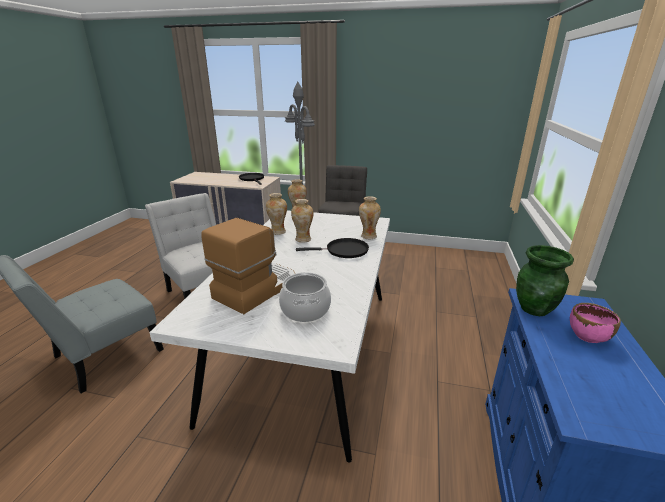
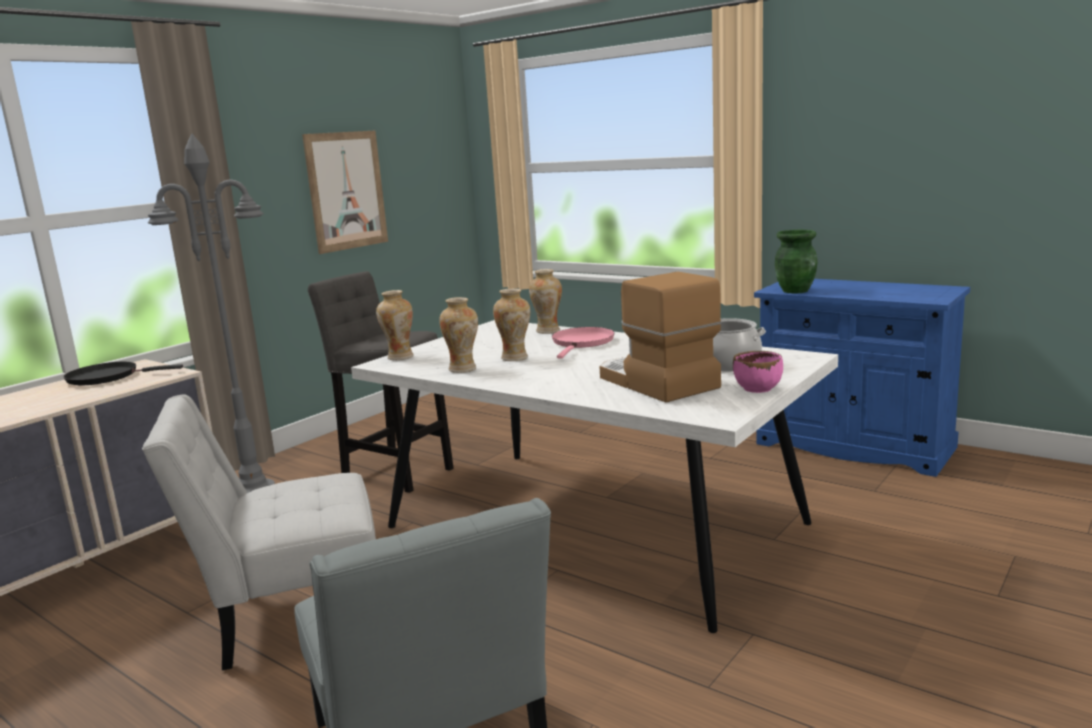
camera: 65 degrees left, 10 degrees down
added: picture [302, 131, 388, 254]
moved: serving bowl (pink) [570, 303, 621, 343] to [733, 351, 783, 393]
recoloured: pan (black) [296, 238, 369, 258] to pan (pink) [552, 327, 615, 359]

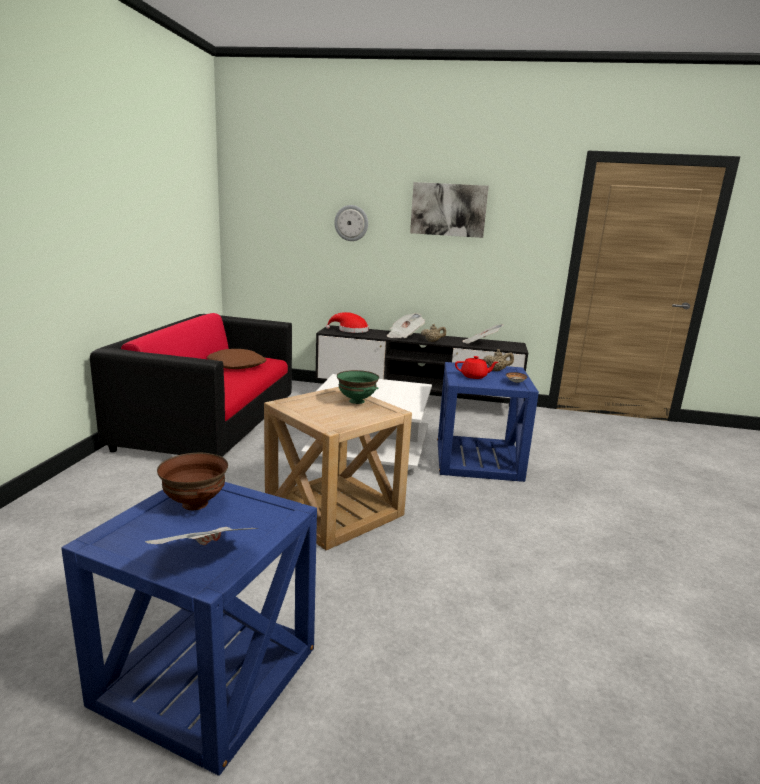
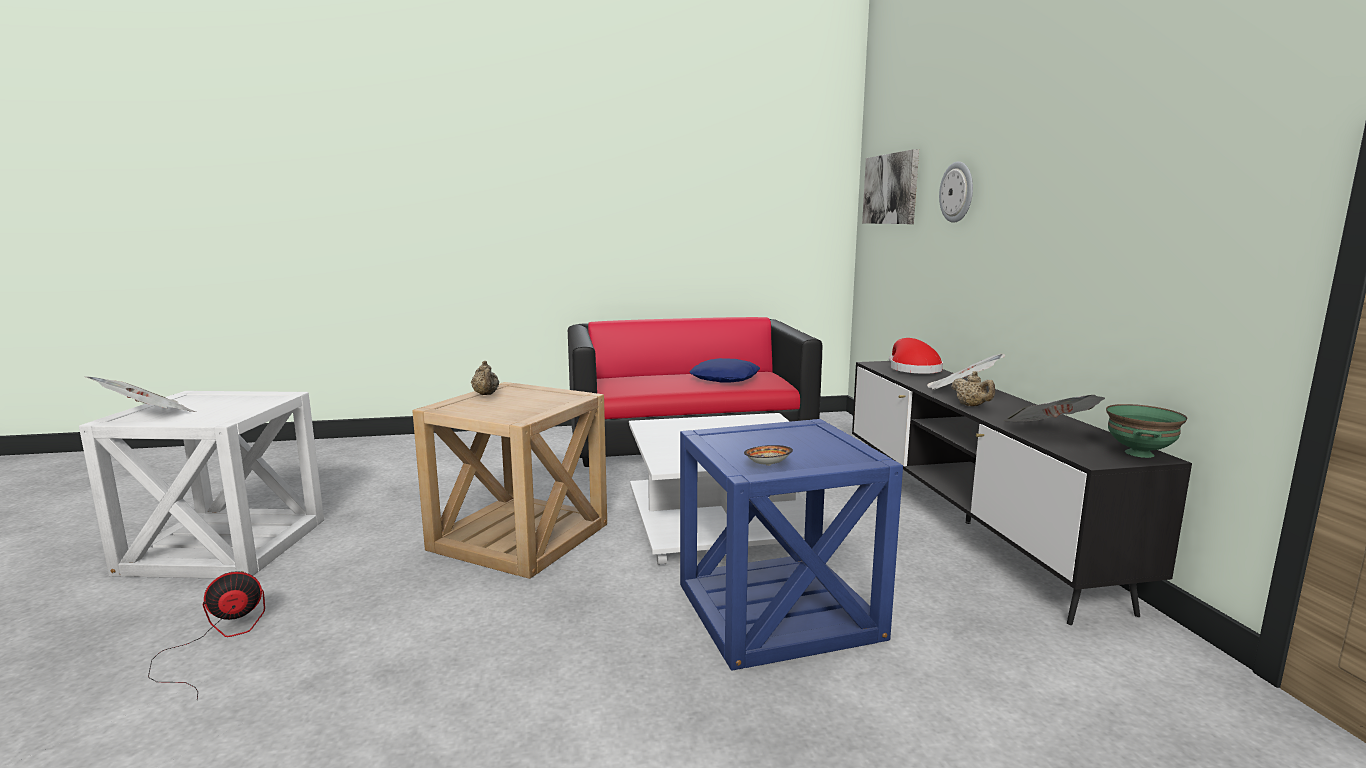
camera: 70 degrees right, 5 degrees down
removed: teapot (red) [455, 356, 498, 379]; serving bowl (brown-coloured) [157, 453, 228, 510]
added: cooling fan [148, 571, 265, 700]
moved: picture [410, 182, 489, 238] to [862, 149, 919, 224]; teapot (beige-coloured) [483, 349, 514, 371] to [471, 361, 499, 395]; serving bowl (green) [337, 370, 379, 404] to [1106, 404, 1187, 458]
recoloured: throw pillow (brown-coloured) [207, 349, 266, 369] to throw pillow (bluish) [690, 358, 760, 383]; end table (bluish) [61, 482, 317, 776] to end table (whitish) [79, 391, 324, 578]

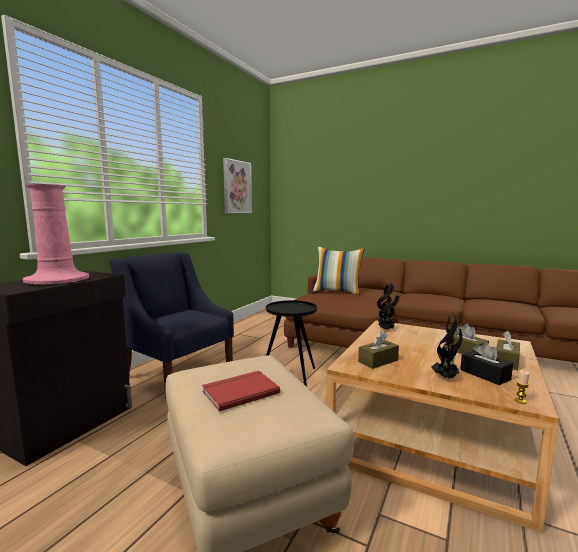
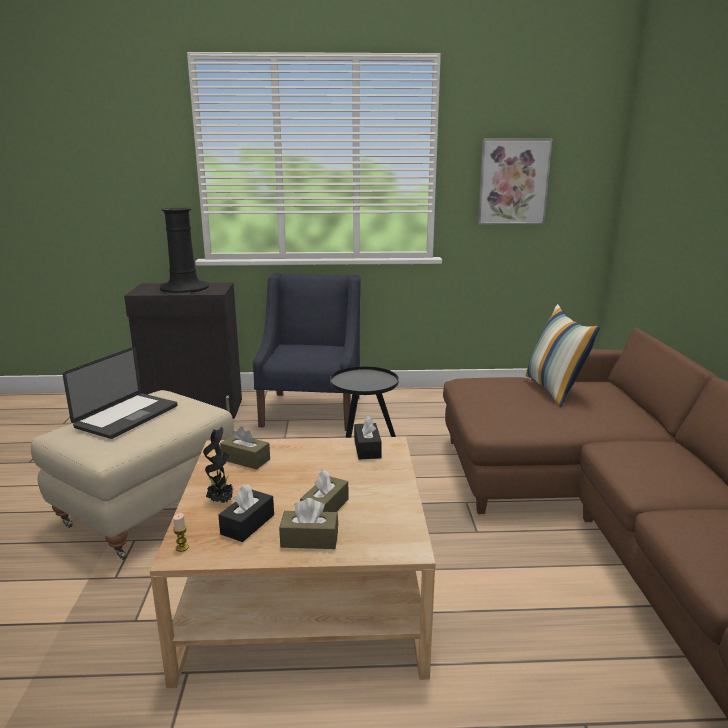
camera: 60 degrees right, 10 degrees up
replaced: houseplant [377, 283, 399, 330] to tissue box (black) [354, 415, 382, 460]; book (red) [202, 371, 280, 412] to portable computer [63, 347, 177, 439]
recoloured: vase (pink) [23, 184, 90, 285] to vase (black) [160, 208, 209, 294]

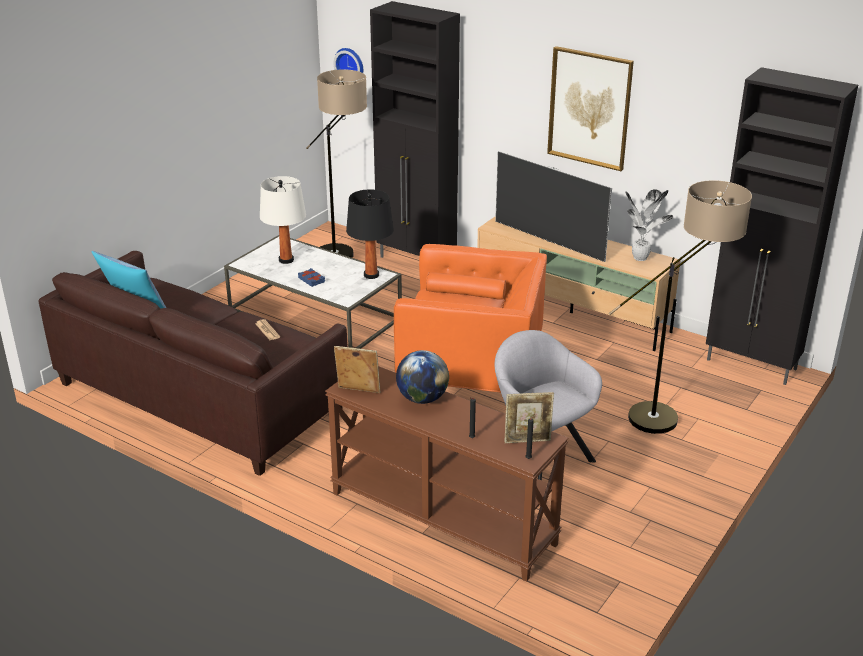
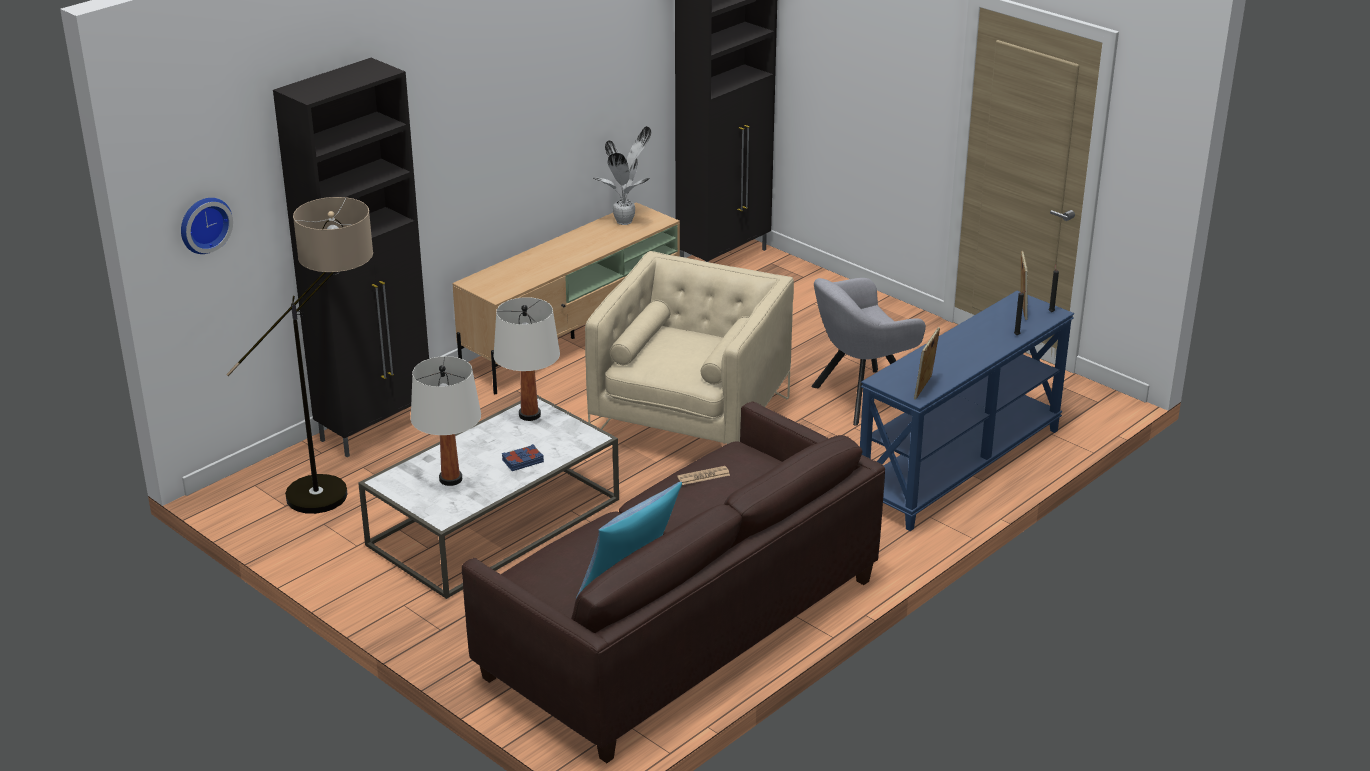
camera: 80 degrees left, 0 degrees up
removed: picture [547, 46, 634, 171]; TV set [495, 151, 612, 262]; standing lamp [609, 180, 752, 434]; globe [396, 350, 449, 404]
recoloured: table lamp (black) [346, 189, 394, 279] to table lamp (whitish) [493, 297, 560, 421]; easy chair (orange-coloured) [394, 244, 547, 393] to easy chair (beige-coloured) [585, 251, 794, 444]; hall table (brown-coloured) [325, 366, 568, 582] to hall table (bluish) [860, 291, 1074, 531]

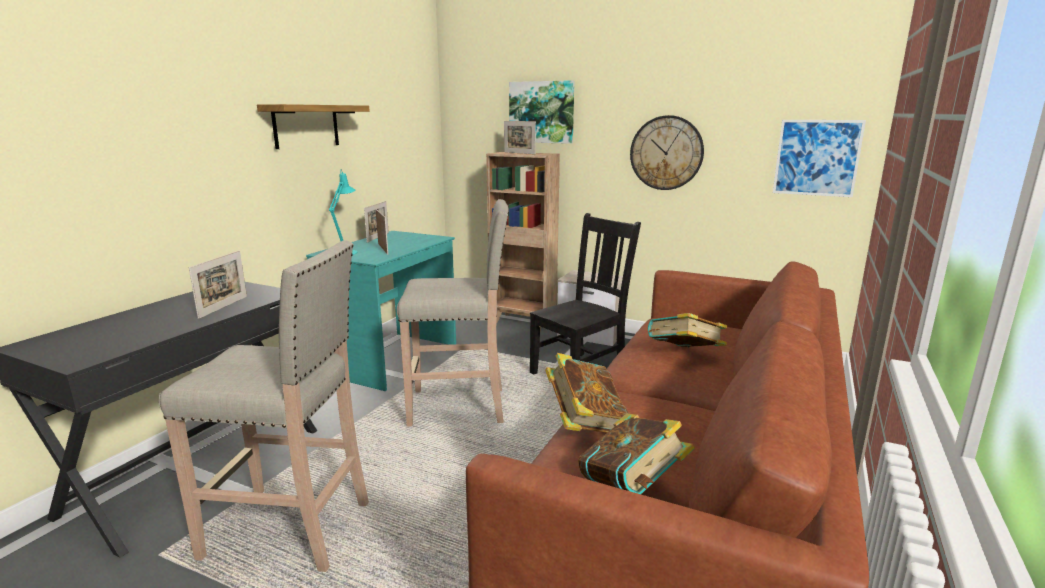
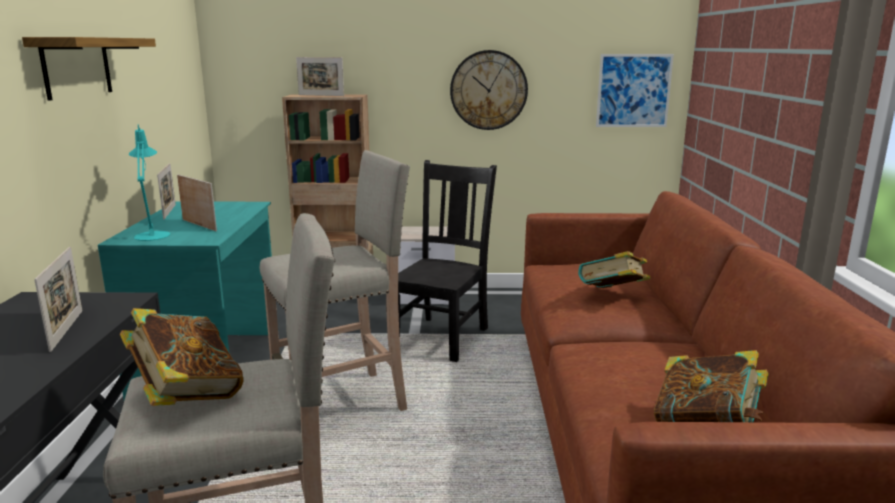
camera: 25 degrees left, 0 degrees up
removed: picture [509, 80, 574, 144]
moved: book [545, 353, 629, 433] to [120, 308, 243, 406]

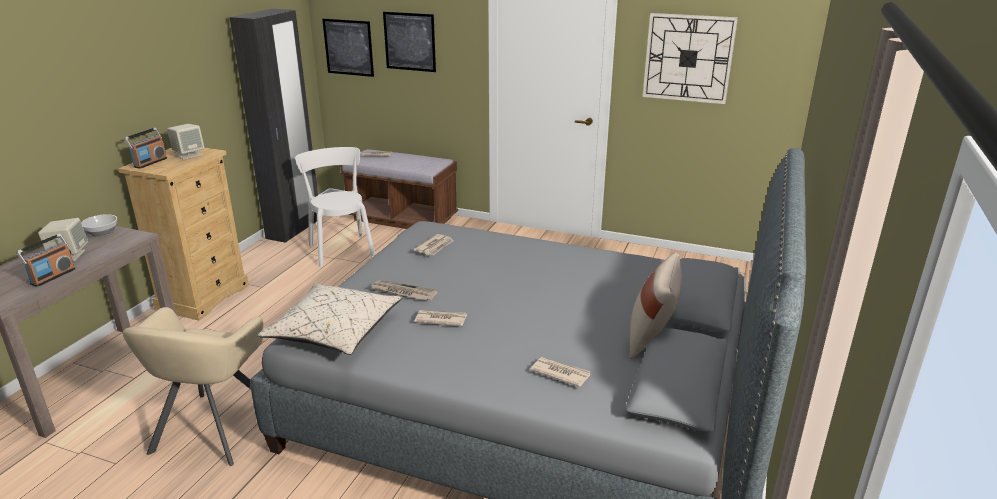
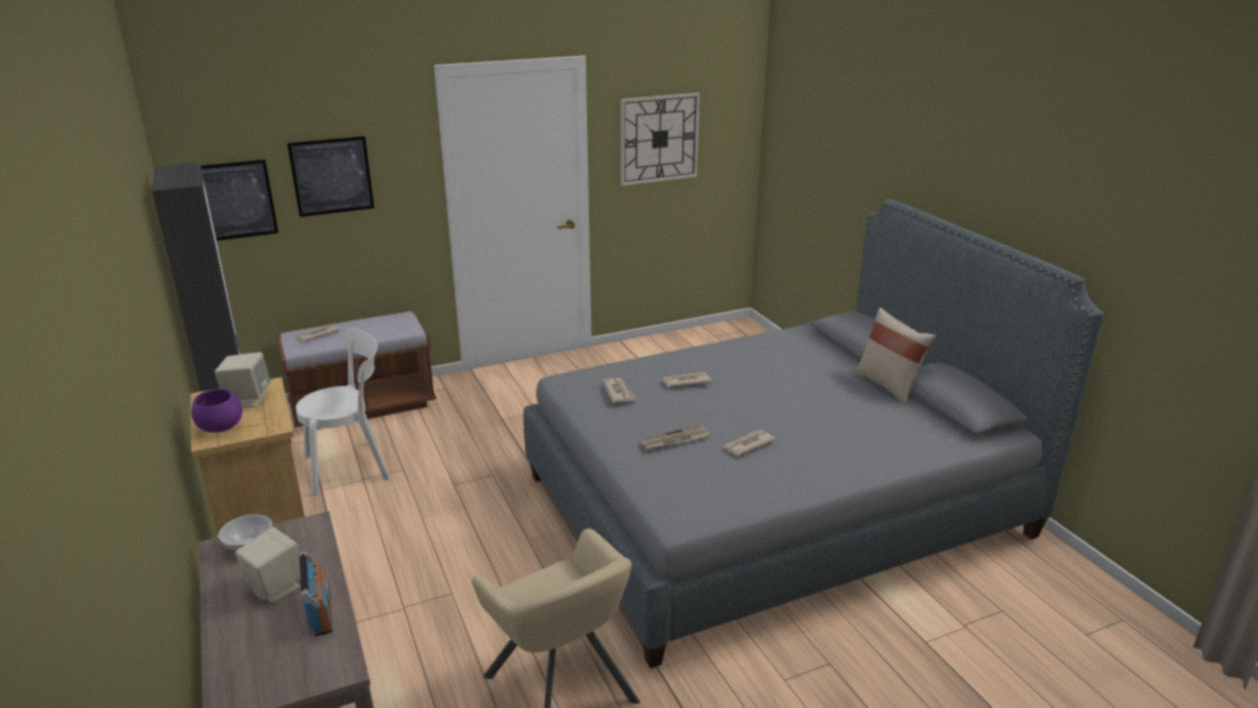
camera: 45 degrees left, 0 degrees up
removed: throw pillow (beige-coloured) [257, 283, 402, 355]
moved: newspaper [530, 357, 591, 387] to [662, 372, 711, 387]
replaced: radio [124, 128, 167, 169] to serving bowl (purple-coloured) [191, 389, 242, 432]
turned: chair (whitish) [295, 147, 375, 267] = [296, 328, 390, 496] 135 degrees clockwise

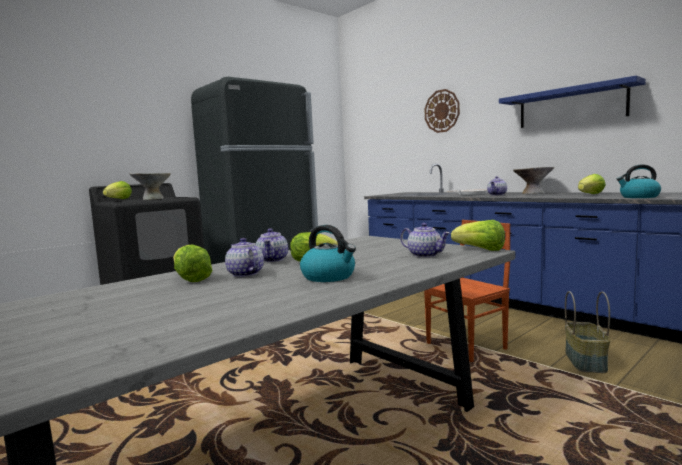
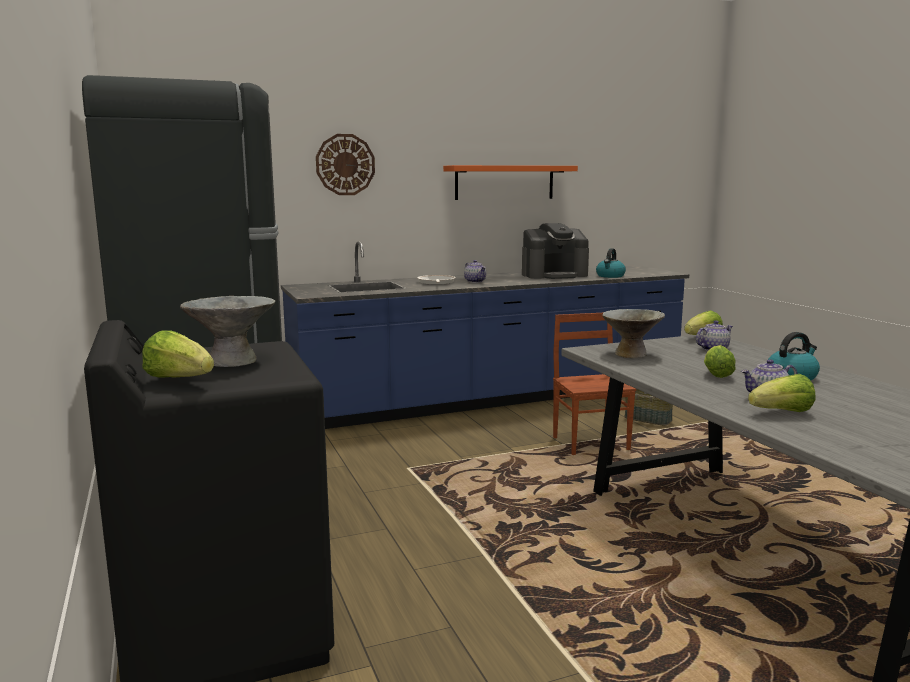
camera: 70 degrees left, 5 degrees up
removed: teapot [255, 228, 288, 262]
moved: serving bowl (greyish) [513, 167, 555, 194] to [602, 309, 665, 358]
replaced: lettuce head [578, 174, 606, 194] to coffee brewer [522, 223, 589, 279]
recoloured: wall shelf (bluish) [499, 75, 646, 128] to wall shelf (orange-coloured) [443, 165, 578, 200]

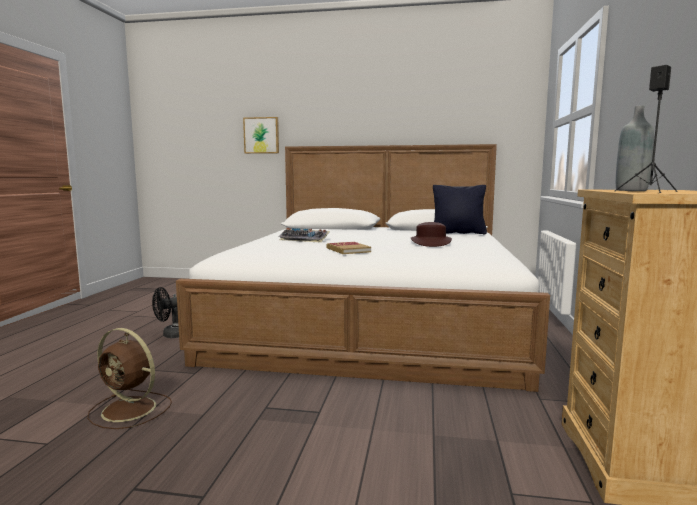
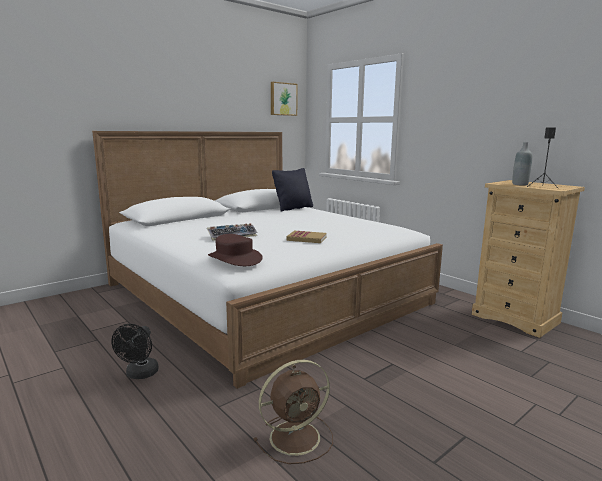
camera: 50 degrees left, 5 degrees up
moved: picture [243, 117, 279, 154] to [271, 82, 298, 116]; wearable hat (brown-coloured) [411, 222, 452, 247] to [208, 234, 263, 266]

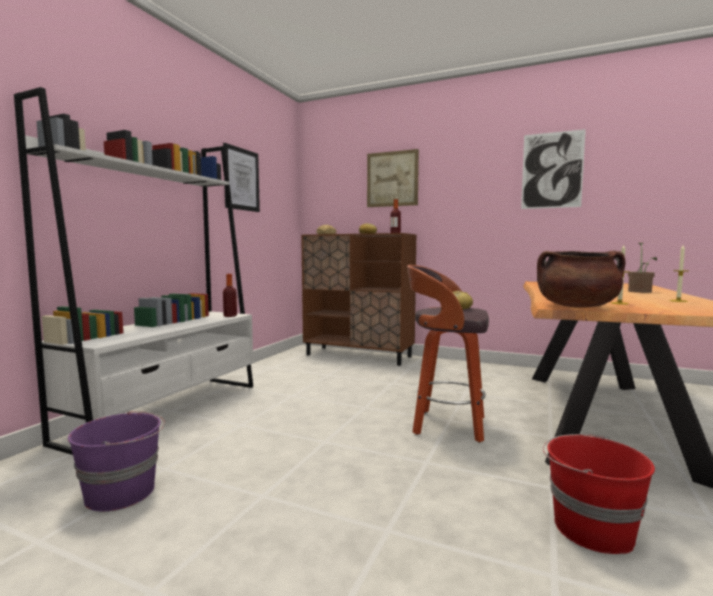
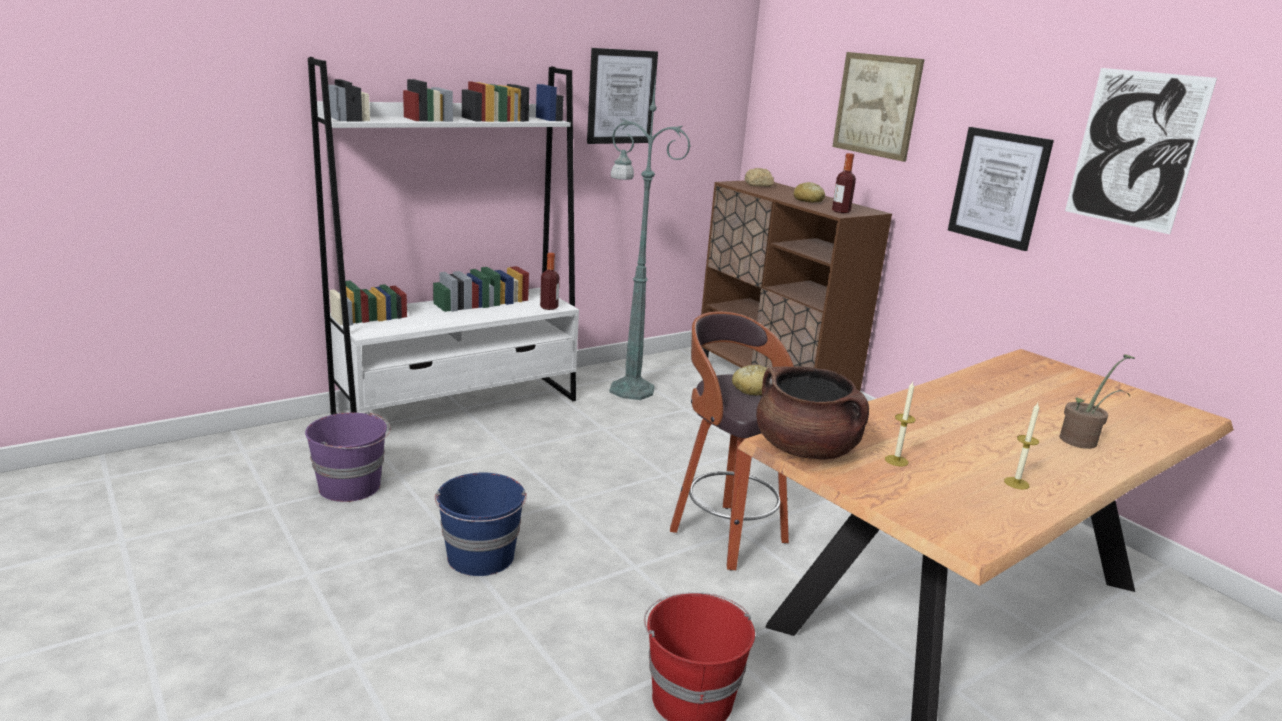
camera: 30 degrees right, 15 degrees up
added: standing lamp (green) [609, 74, 691, 400]; picture [948, 127, 1054, 251]; pail (bluish) [435, 472, 527, 576]

